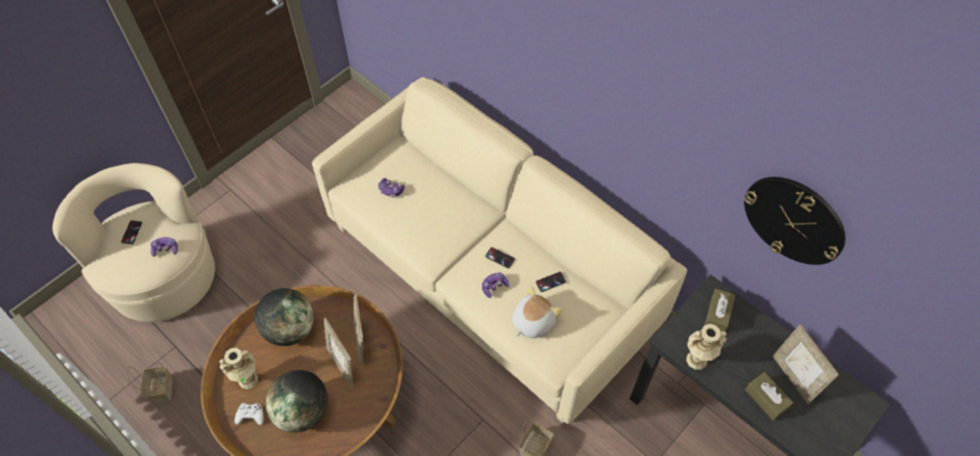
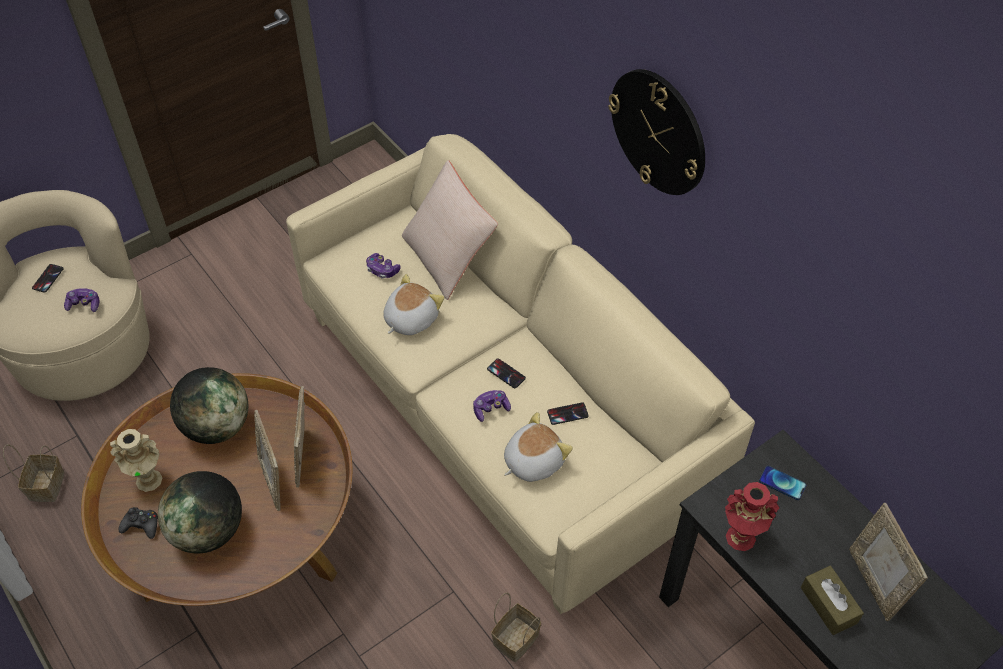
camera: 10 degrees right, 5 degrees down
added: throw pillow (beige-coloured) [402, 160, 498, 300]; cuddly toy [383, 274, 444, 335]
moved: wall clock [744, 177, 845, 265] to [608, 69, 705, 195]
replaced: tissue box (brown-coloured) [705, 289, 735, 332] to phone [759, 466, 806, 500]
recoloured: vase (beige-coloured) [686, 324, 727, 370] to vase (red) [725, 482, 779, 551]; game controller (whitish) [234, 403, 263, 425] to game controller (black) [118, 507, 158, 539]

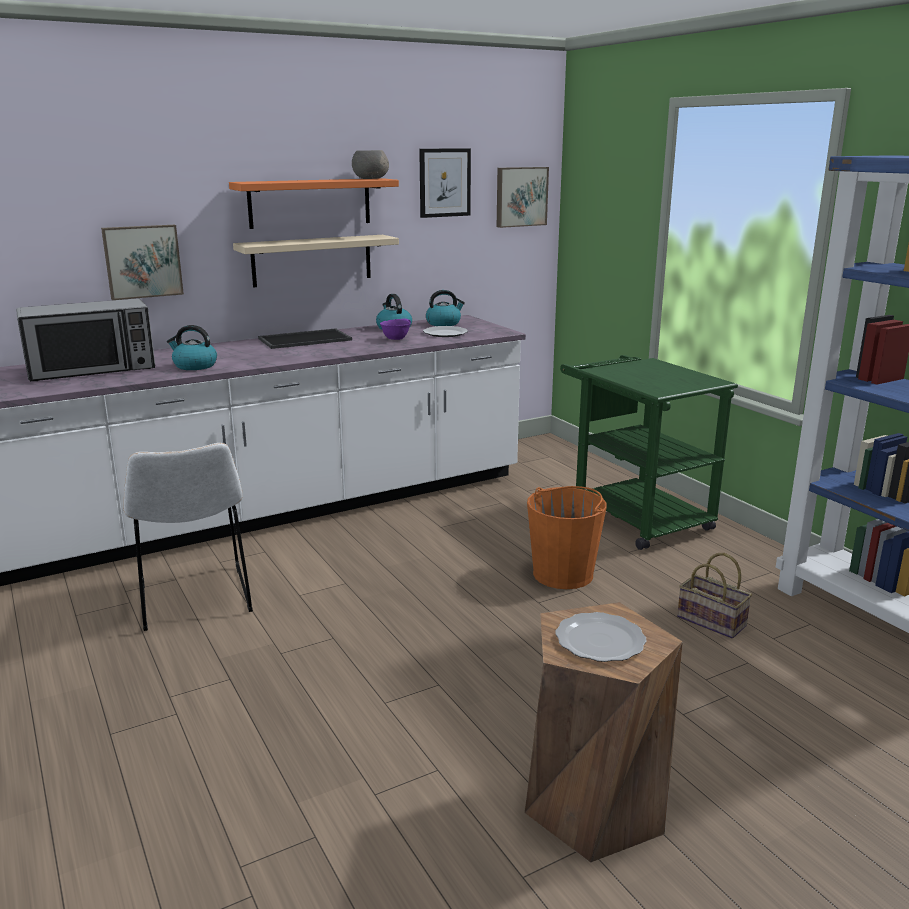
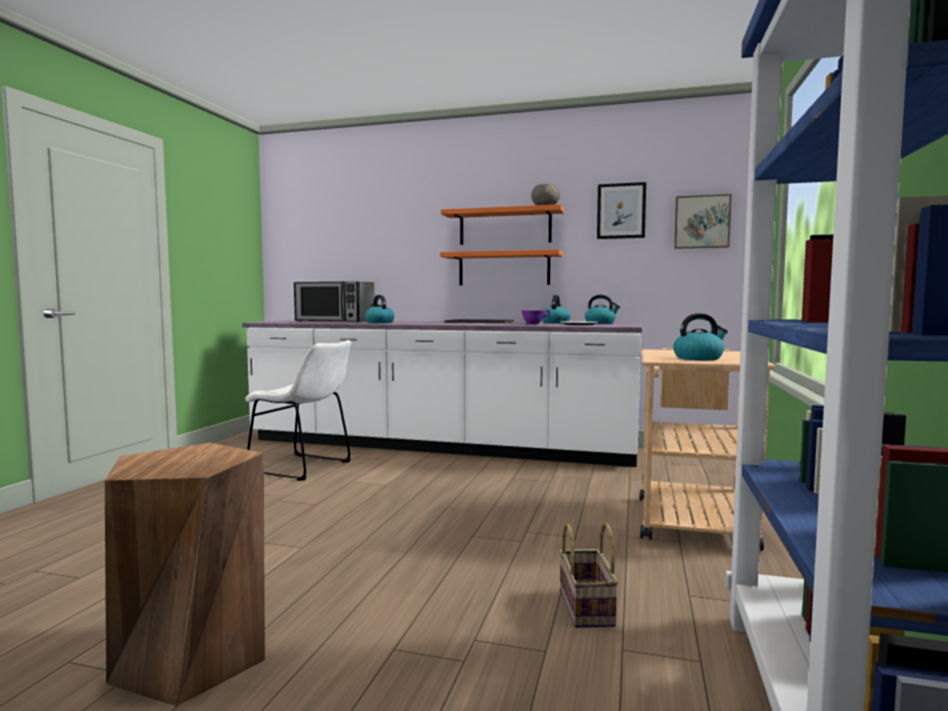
camera: 45 degrees right, 15 degrees down
removed: picture [101, 225, 184, 300]; pail (orange-coloured) [527, 486, 607, 589]; plate [555, 612, 646, 662]
added: tea kettle [673, 313, 728, 360]
recoloured: wall shelf (beige-coloured) [233, 235, 399, 288] to wall shelf (orange-coloured) [440, 249, 563, 285]; trolley (green) [560, 355, 738, 550] to trolley (beige-coloured) [640, 348, 775, 551]
turned: chair (whitish) [123, 443, 253, 631] = [245, 340, 351, 481] 90 degrees counterclockwise

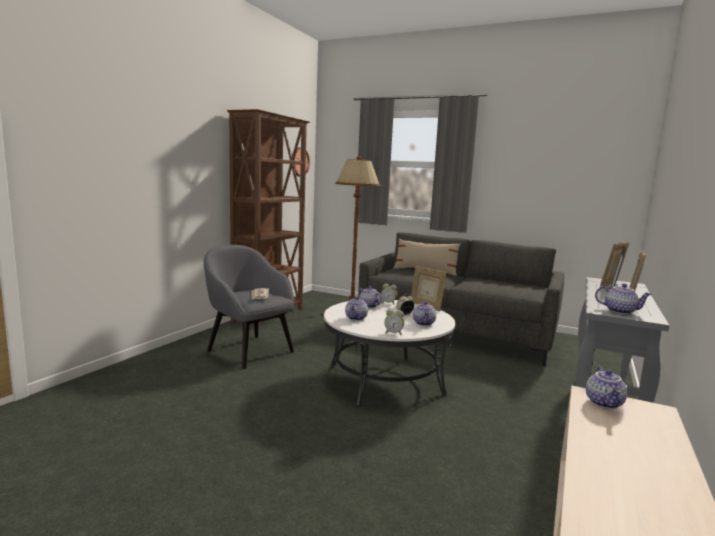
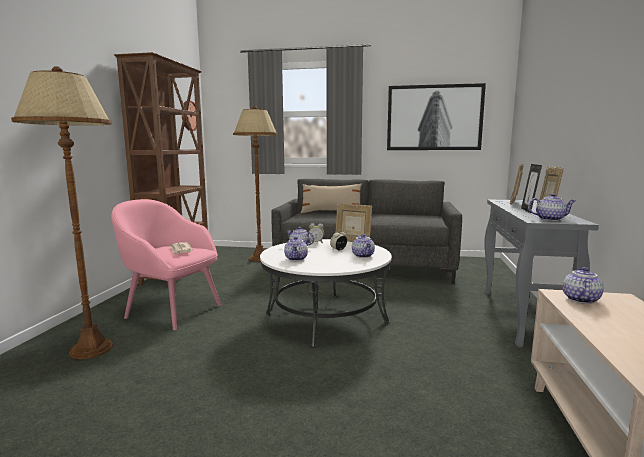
camera: 15 degrees left, 0 degrees up
removed: table clock [384, 309, 405, 335]
added: standing lamp (brown-coloured) [11, 66, 113, 359]; picture [387, 83, 486, 150]
recoloured: easy chair (greyish) [204, 245, 294, 369] to easy chair (pink) [111, 199, 221, 330]
turned: teapot [586, 367, 627, 409] = [563, 267, 604, 304] 150 degrees counterclockwise

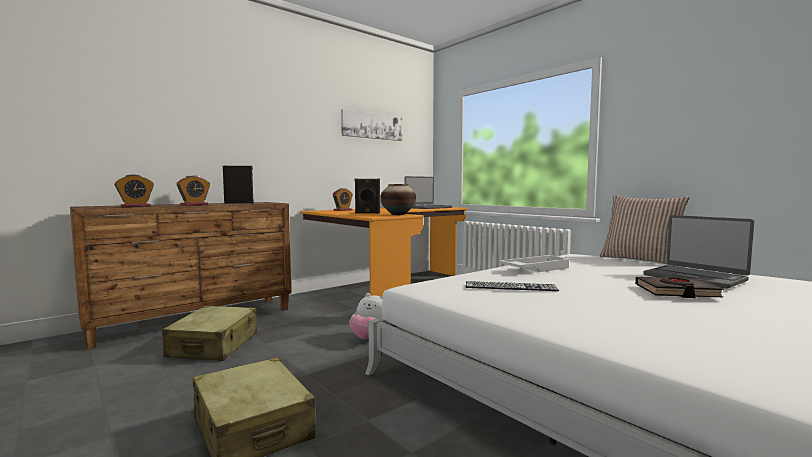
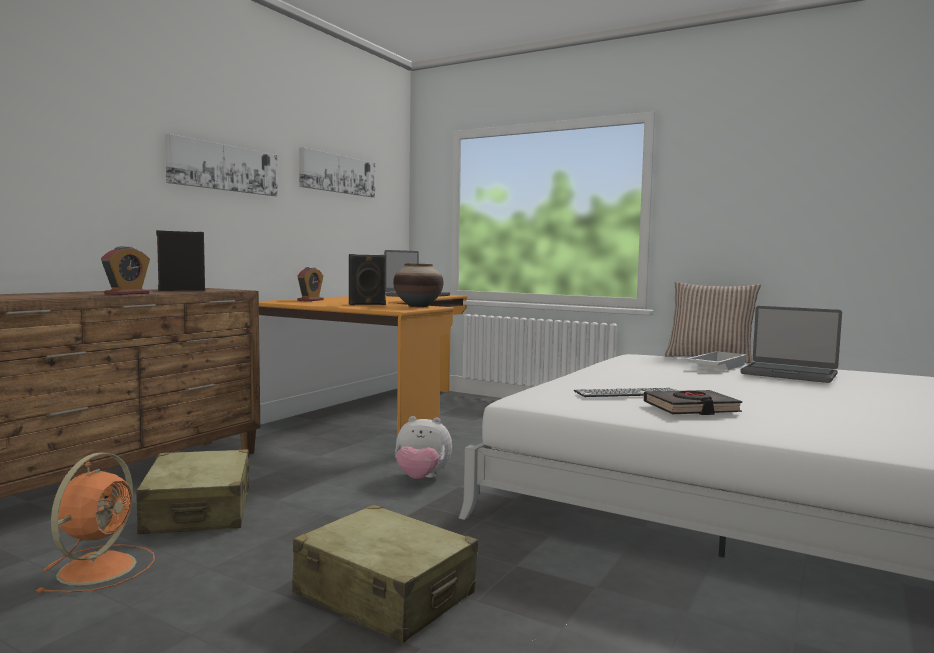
camera: 20 degrees left, 0 degrees up
removed: table clock [114, 174, 154, 207]
added: picture [165, 134, 278, 196]; cooling fan (orange-coloured) [35, 452, 155, 593]
moved: tray (whitish) [499, 255, 571, 272] to [685, 351, 748, 370]; book (black) [635, 277, 724, 298] to [644, 390, 742, 415]

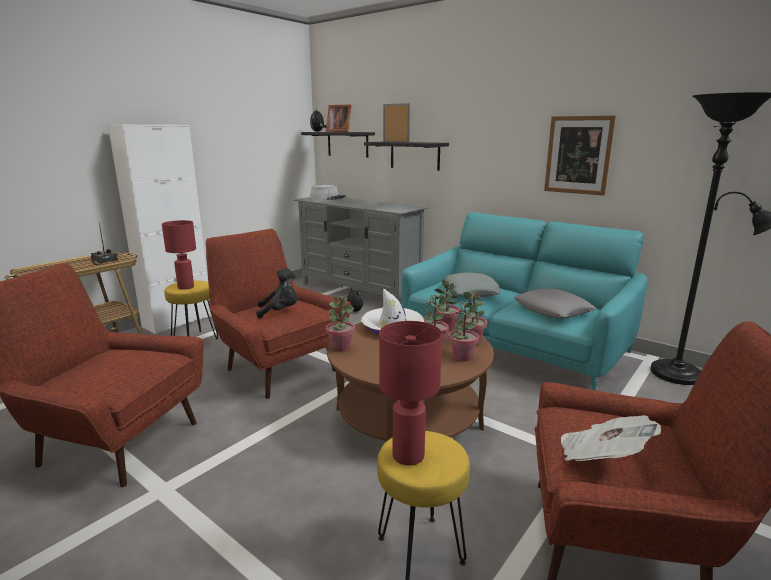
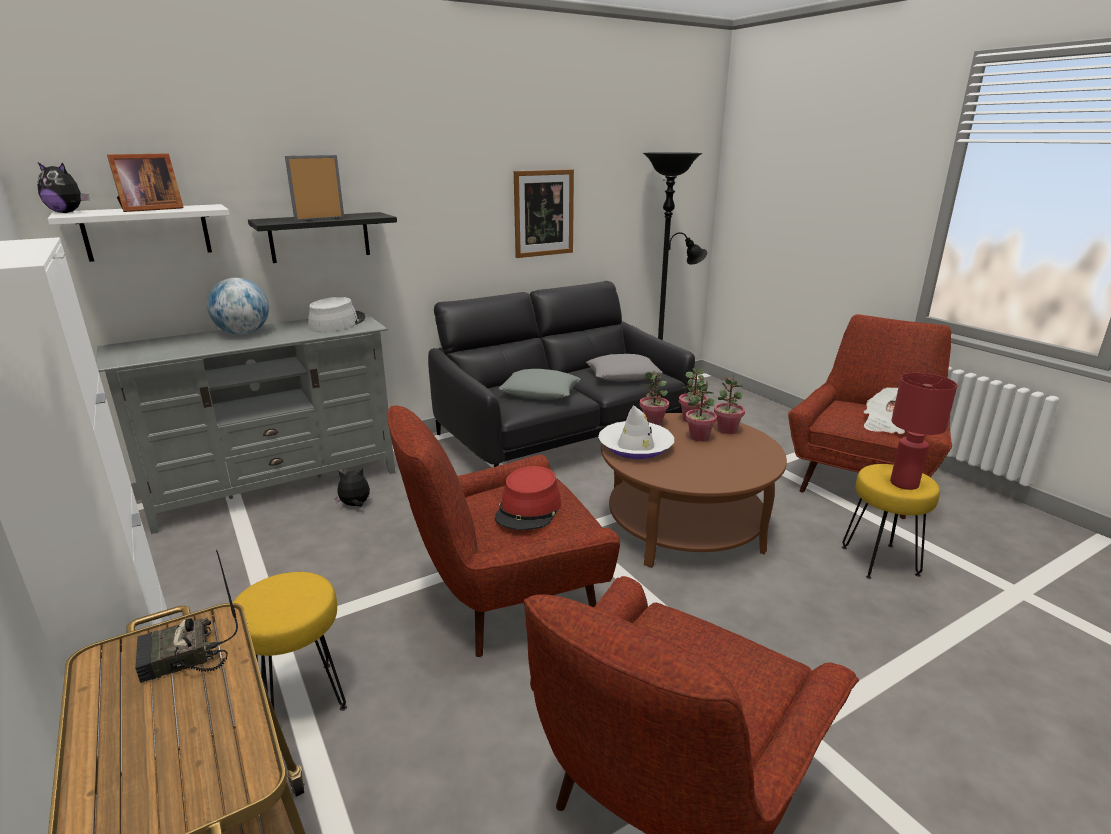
camera: 70 degrees left, 5 degrees up
removed: table lamp (red) [162, 220, 196, 290]; houseplant [326, 296, 355, 352]
added: globe [207, 278, 269, 335]
moved: wearable hat (greyish) [310, 185, 346, 200] to [308, 297, 365, 332]
replaced: cuddly toy (black) [256, 268, 297, 319] to wearable hat (red) [495, 466, 561, 530]
recoloured: wall shelf (black) [301, 132, 375, 158] to wall shelf (whitish) [47, 204, 230, 262]; settee (turquoise) [402, 212, 647, 390] to settee (black) [428, 281, 695, 467]

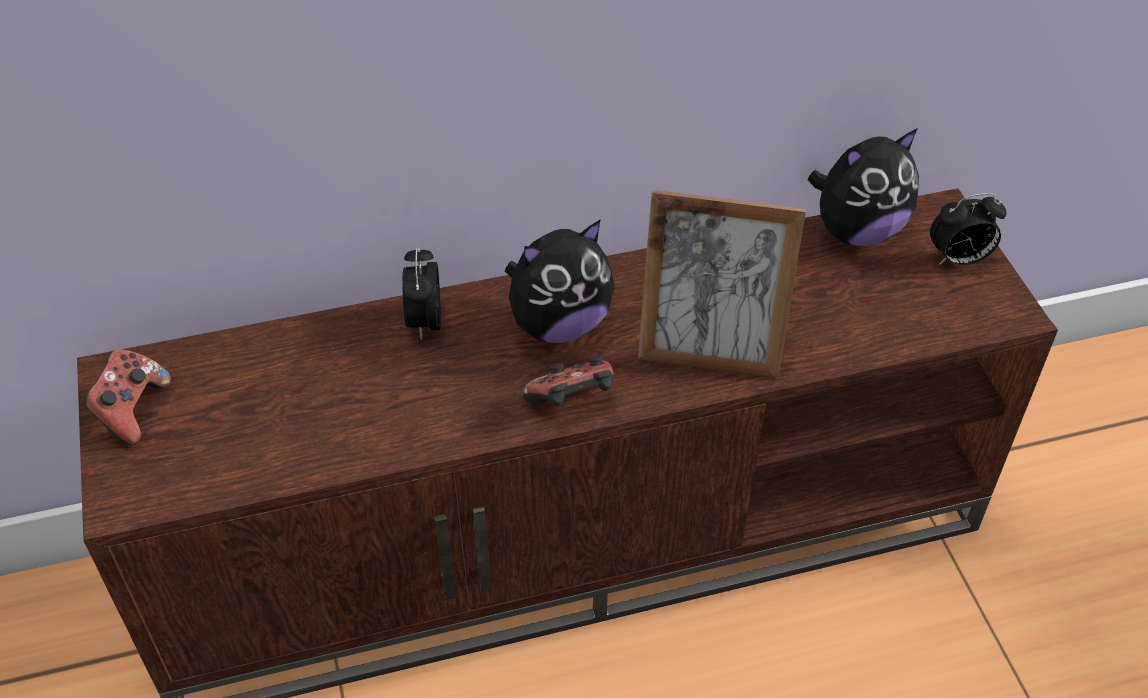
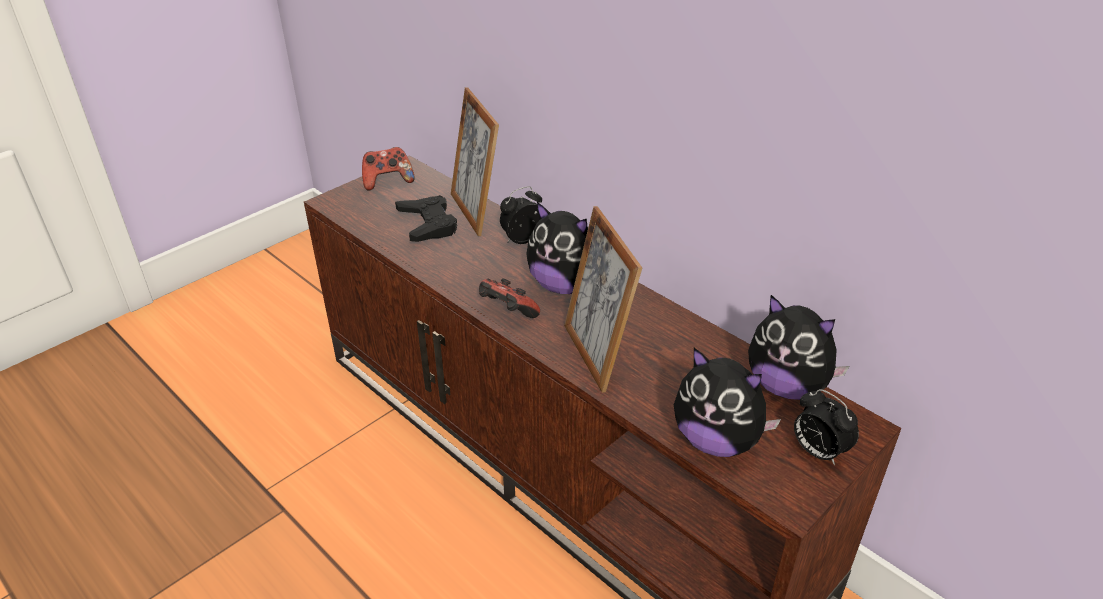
camera: 60 degrees right, 10 degrees down
added: standing frame [451, 87, 499, 236]; game controller (black) [395, 195, 457, 242]; cuddly toy [674, 348, 781, 457]

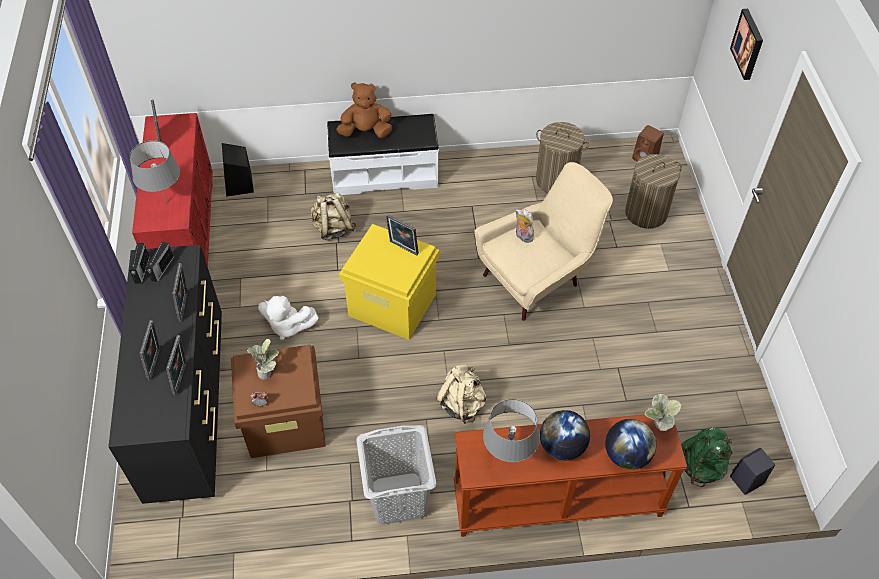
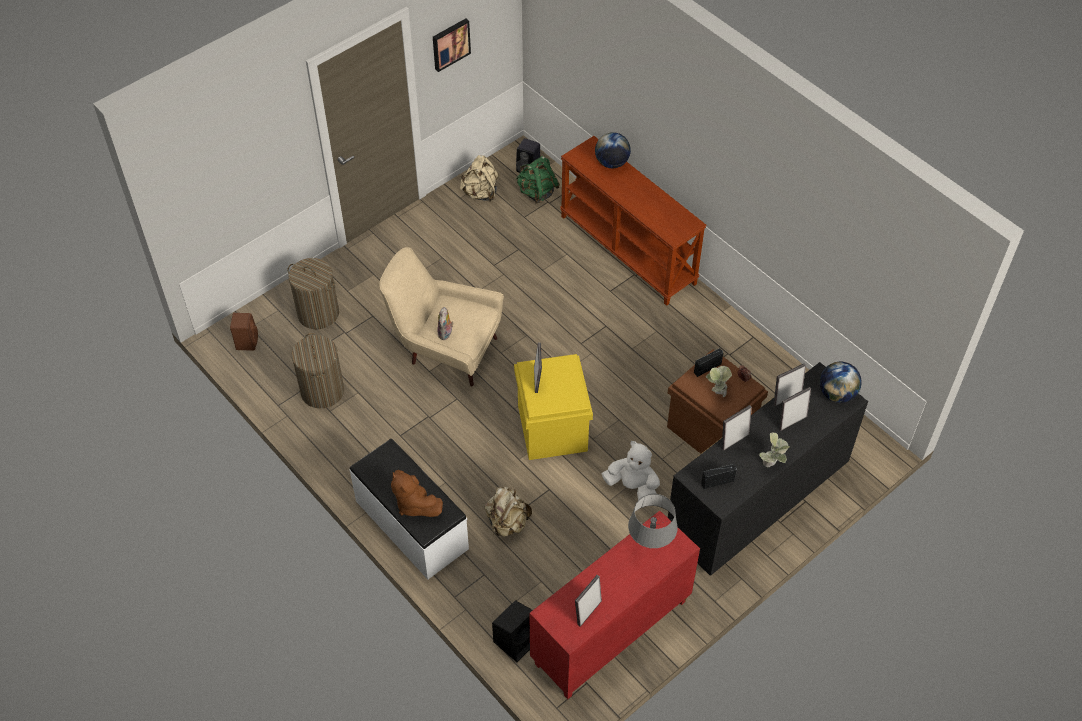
camera: 125 degrees left, 0 degrees up
removed: table lamp (greyish) [483, 399, 540, 462]; laundry basket (greyish) [356, 425, 436, 525]
moved: picture [730, 9, 763, 80] to [433, 19, 471, 72]; radio [129, 243, 150, 284] to [694, 348, 723, 377]; knapsack (beige-coloured) [436, 365, 486, 424] to [460, 155, 499, 202]; houseplant [645, 394, 681, 431] to [759, 432, 790, 467]; globe [540, 410, 590, 460] to [819, 362, 862, 403]
turned: cuddly toy (whitish) [258, 296, 319, 340] = [602, 441, 660, 500] 45 degrees counterclockwise

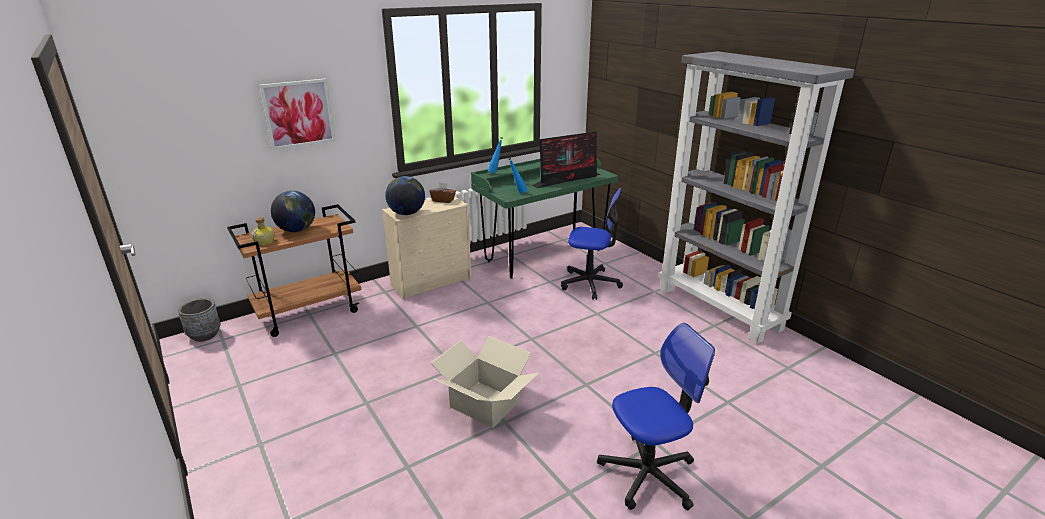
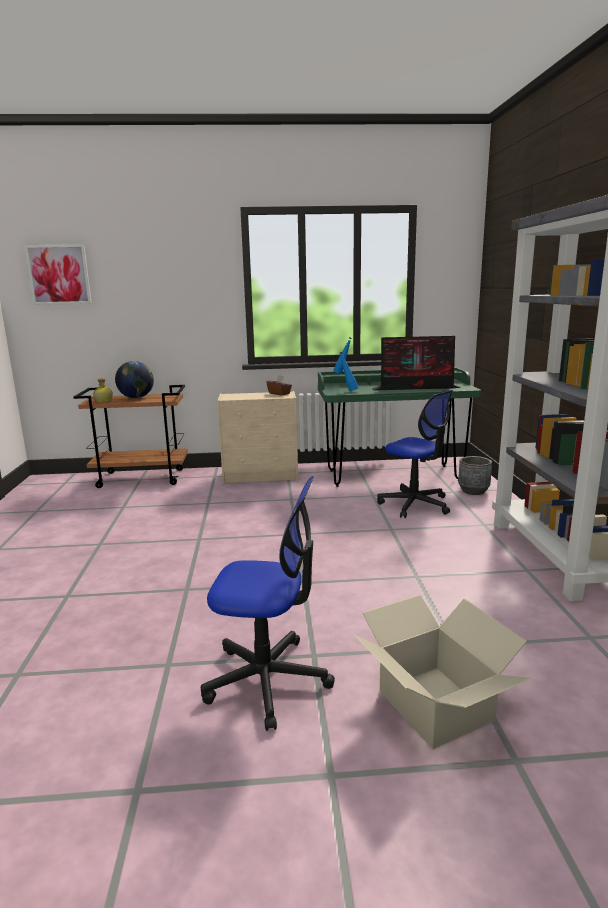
camera: 30 degrees right, 10 degrees down
removed: globe [385, 176, 425, 215]
moved: picture [259, 79, 335, 150] to [24, 244, 92, 305]; plant pot (greyish) [178, 298, 220, 342] to [458, 456, 492, 495]; carton [431, 336, 538, 428] to [354, 595, 532, 749]

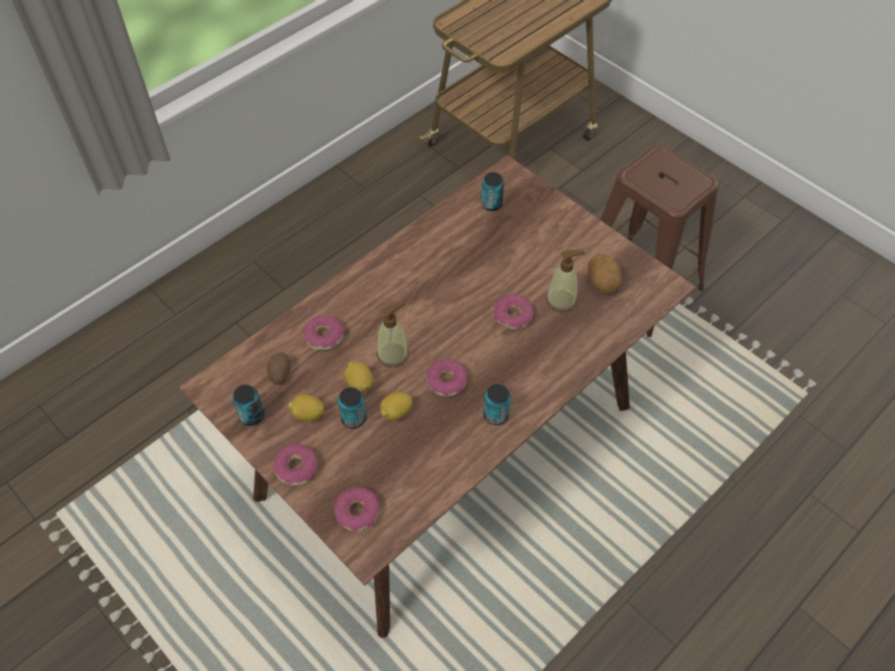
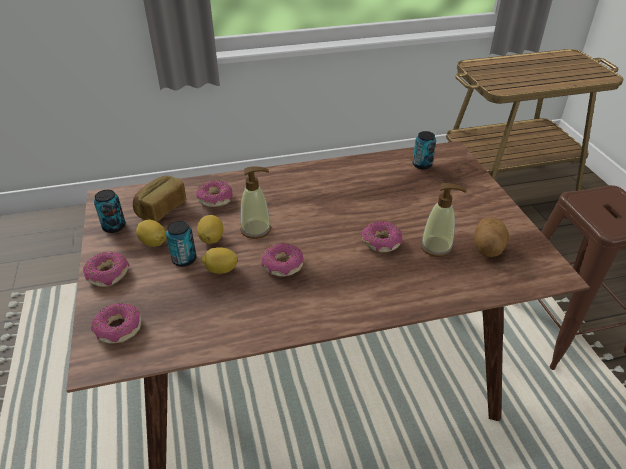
camera: 30 degrees right, 15 degrees down
removed: metal can [484, 384, 511, 425]
replaced: potato [267, 353, 291, 385] to bread [133, 176, 186, 222]

